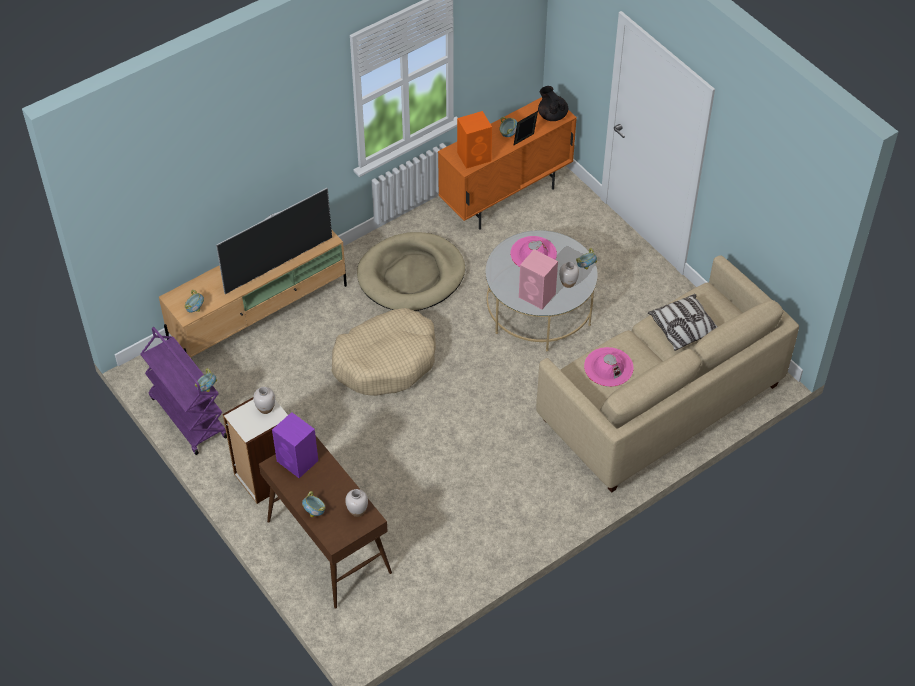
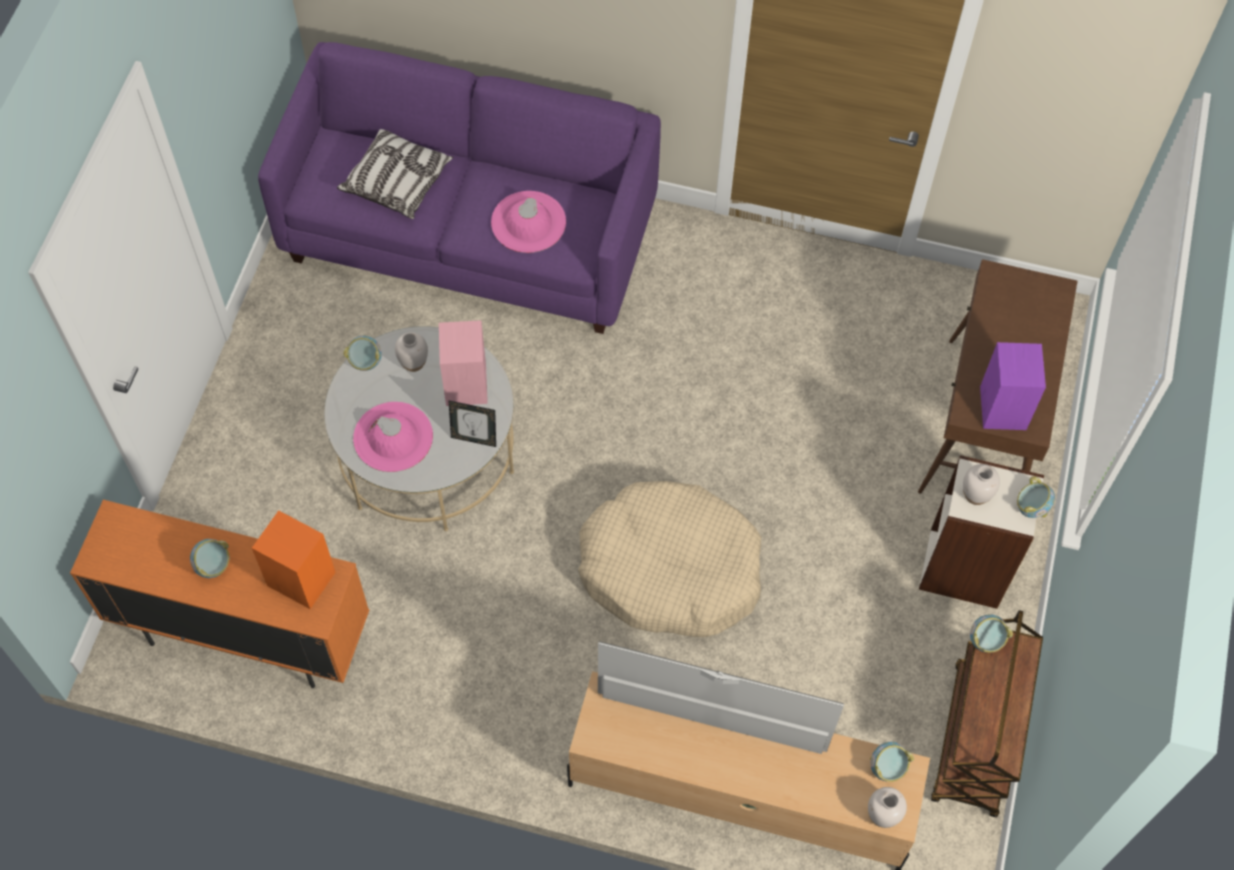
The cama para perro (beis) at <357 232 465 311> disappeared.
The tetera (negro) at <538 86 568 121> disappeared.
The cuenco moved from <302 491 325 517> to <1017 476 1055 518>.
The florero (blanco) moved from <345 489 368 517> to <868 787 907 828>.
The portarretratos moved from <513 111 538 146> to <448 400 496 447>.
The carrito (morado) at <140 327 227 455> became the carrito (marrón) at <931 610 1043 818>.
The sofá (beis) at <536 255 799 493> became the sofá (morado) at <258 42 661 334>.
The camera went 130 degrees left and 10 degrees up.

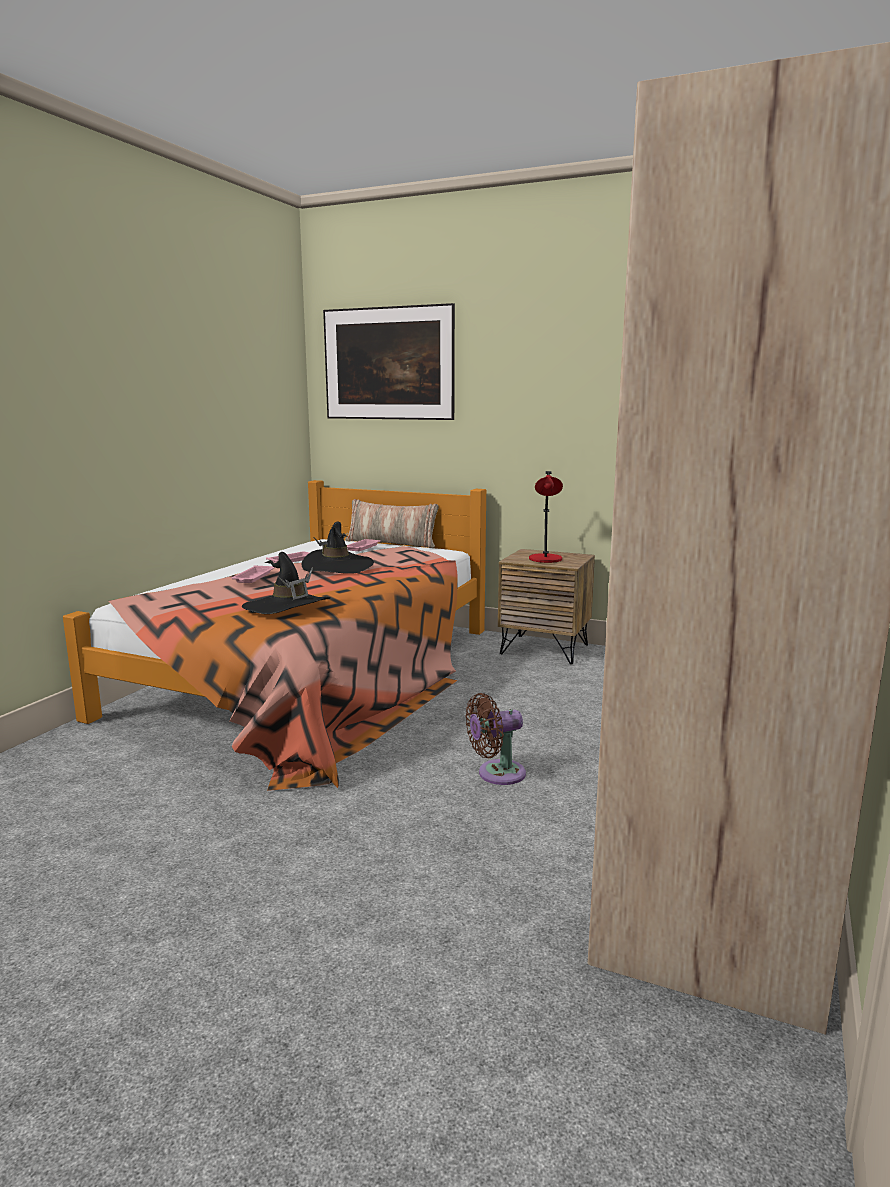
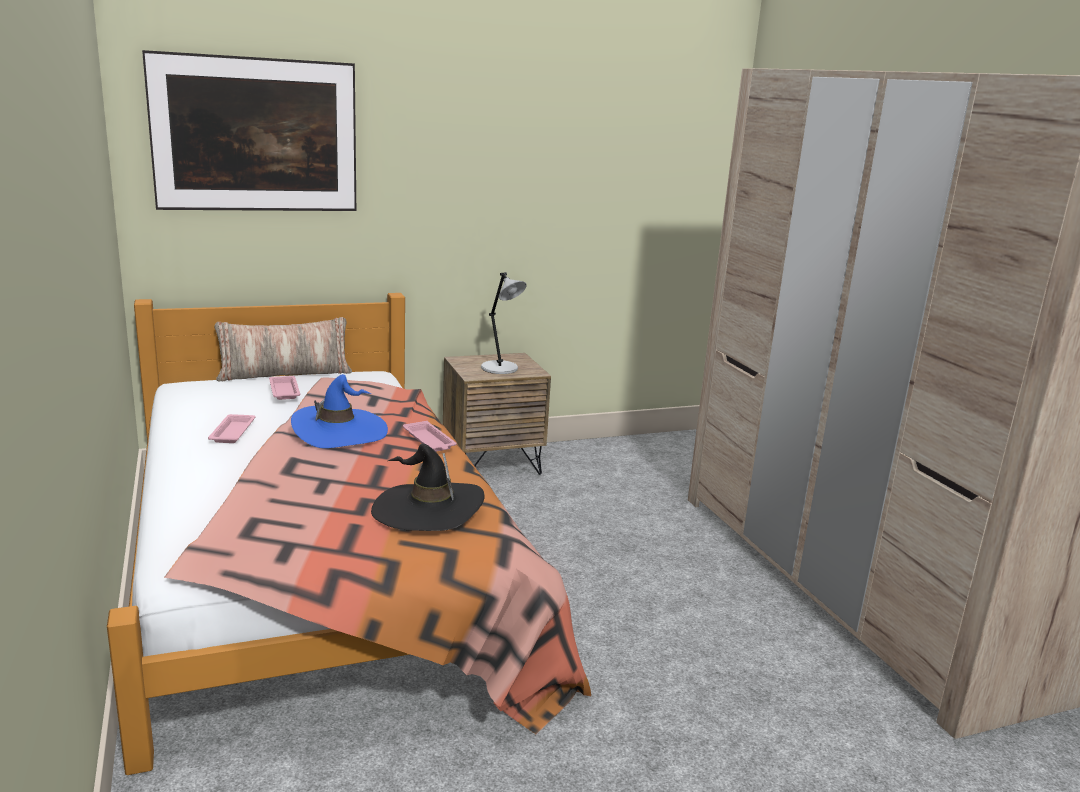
The ventilador (marrón) at <466 693 526 785> disappeared.
The bandeja (rosa) moved from <232 566 275 583> to <403 421 457 452>.
The sombrero (negro) at <301 521 374 574> became the sombrero (azul) at <291 374 388 448>.
The lámpara de mesa (rojo) at <529 471 563 563> became the lámpara de mesa (gris) at <481 272 527 374>.
The camera went 45 degrees left and 5 degrees up.

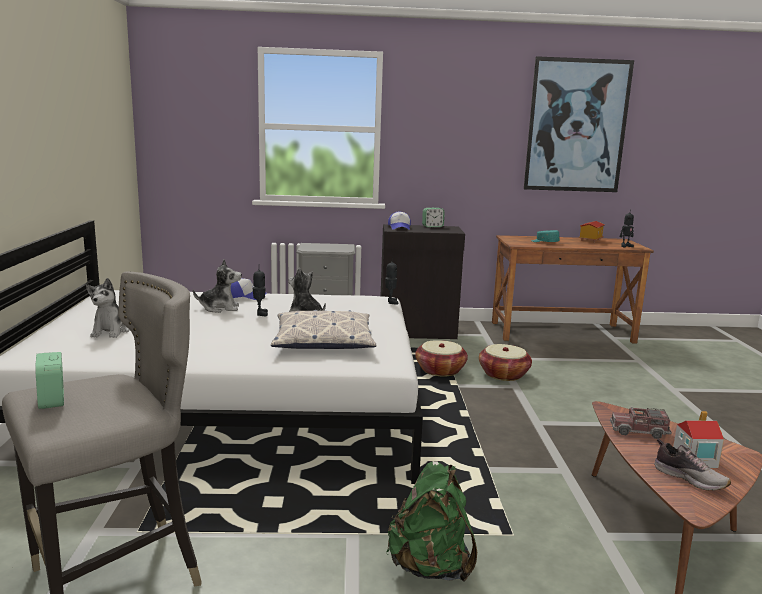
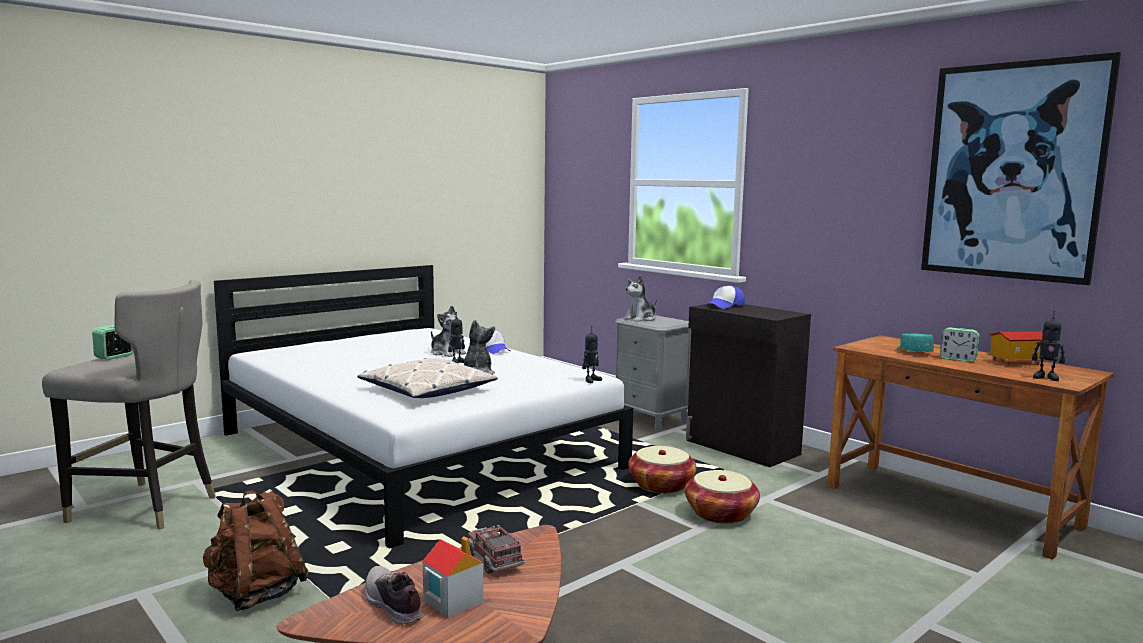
The peluche moved from <86 278 129 338> to <623 275 657 322>.
The despertador moved from <422 208 445 227> to <940 327 980 362>.
The mochila (verde) at <386 461 477 582> became the mochila (marrón) at <203 489 309 611>.
The zapato at <654 439 731 491> turned 135 degrees clockwise.
The camera went 50 degrees right and 5 degrees down.

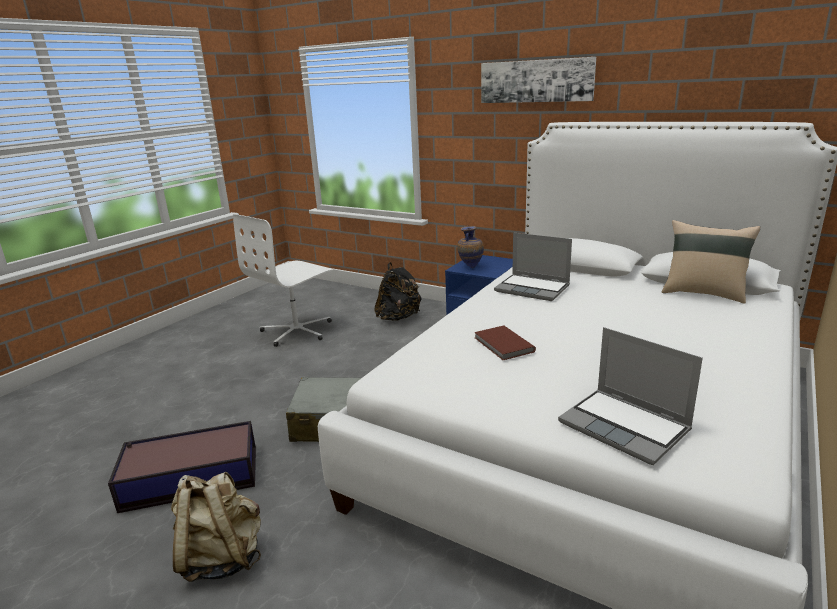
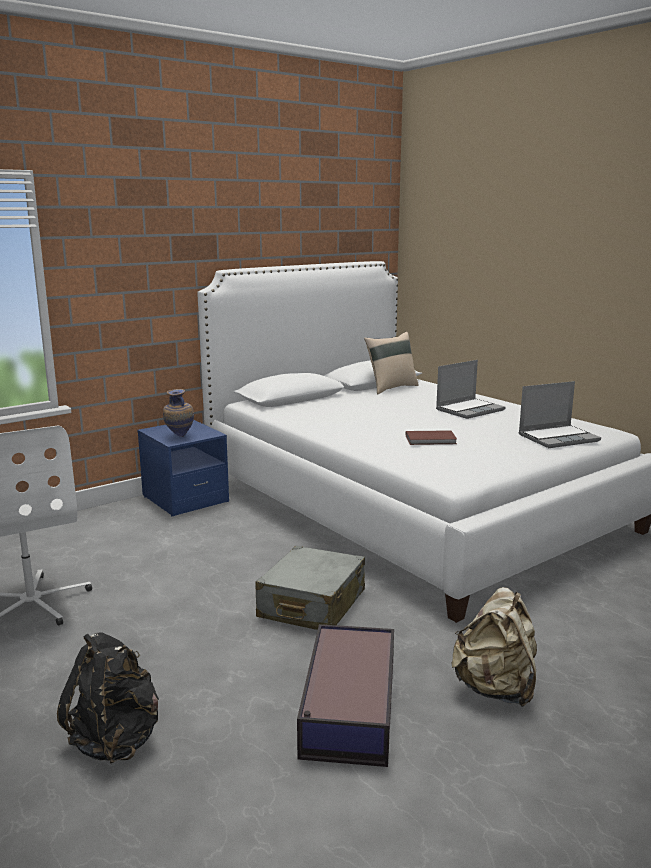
The cuadro at <481 57 596 103> disappeared.
The mochila (negro) moved from <374 262 422 321> to <57 632 159 764>.
The portátil moved from <494 233 572 301> to <436 360 505 419>.
The camera went 70 degrees left and 5 degrees down.

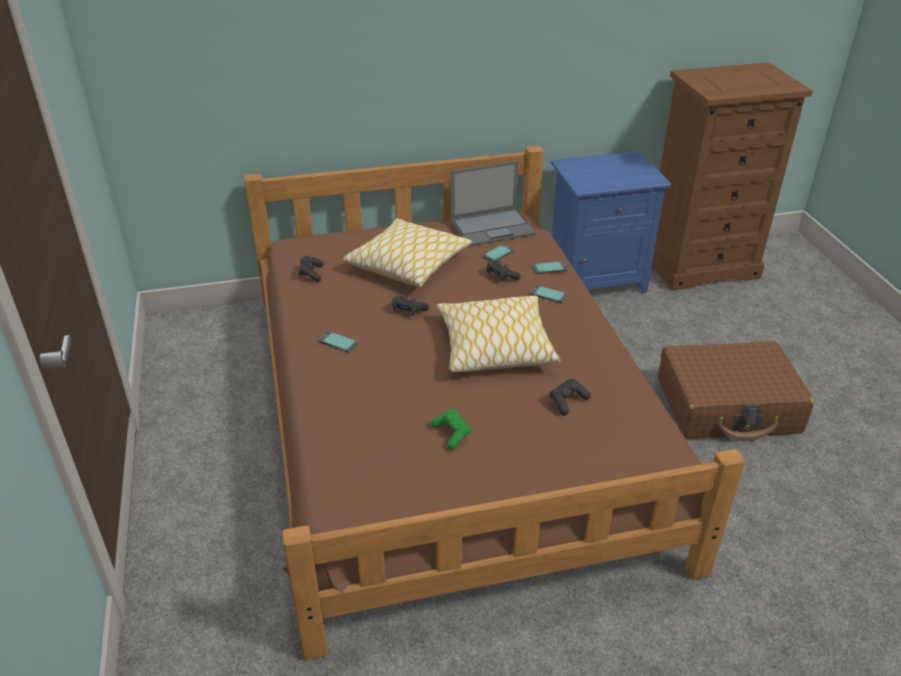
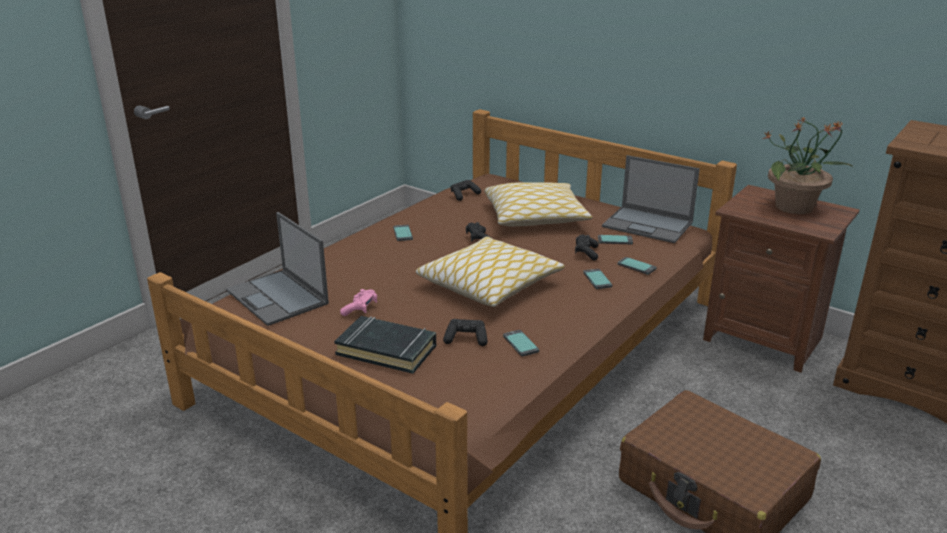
The portátil at <226 212 329 326> appeared.
The libro (negro) at <334 316 436 374> appeared.
The móvil at <503 330 539 356> appeared.
The planta en maceta at <762 117 853 214> appeared.
The mando de consola (verde) at <431 409 471 450> became the mando de consola (rosa) at <340 289 377 316>.
The mesita de noche (azul) at <551 151 672 293> became the mesita de noche (marrón) at <703 185 860 373>.
The camera went 50 degrees right and 10 degrees down.

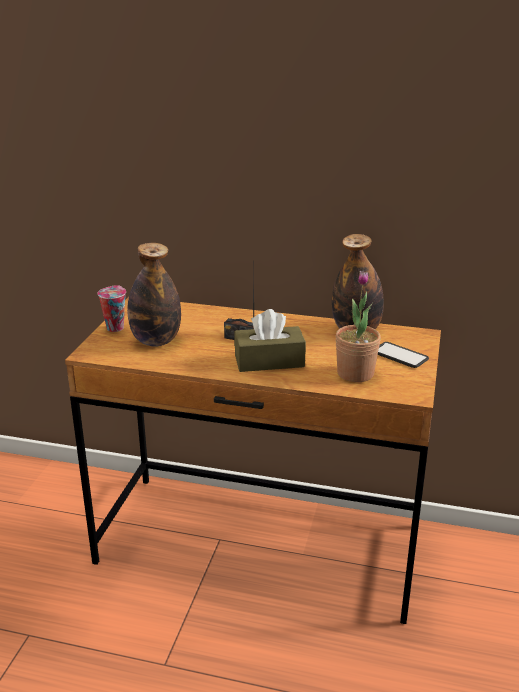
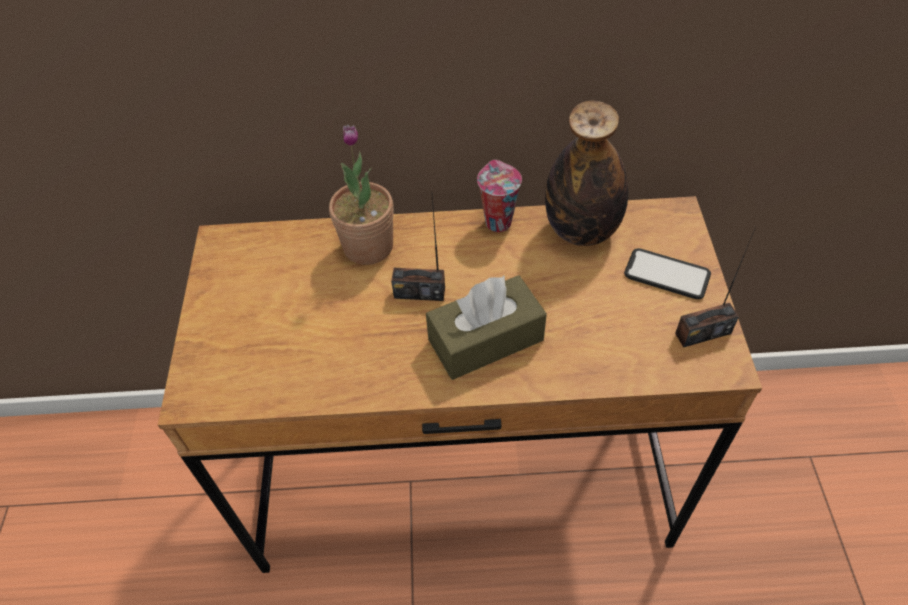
The botella at <127 243 181 347> disappeared.
The radio at <675 227 756 348> appeared.
The taza moved from <97 285 126 332> to <477 160 522 232>.
The planta en maceta moved from <335 270 381 382> to <329 125 394 265>.
The camera went 15 degrees left and 25 degrees up.

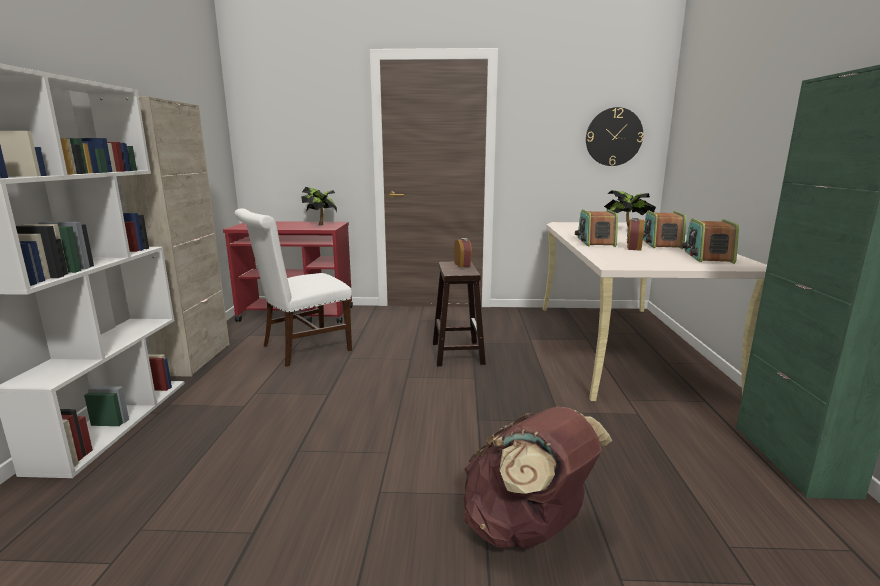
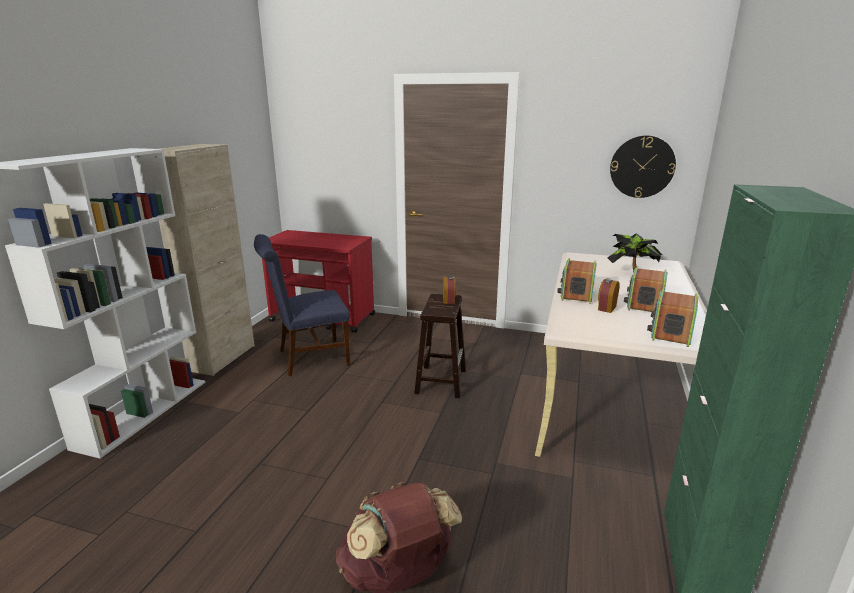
The planta en maceta at <301 187 337 225> disappeared.
The silla (blanco) at <234 208 352 367> became the silla (azul) at <254 234 350 376>.
The camera went 15 degrees right and 5 degrees up.

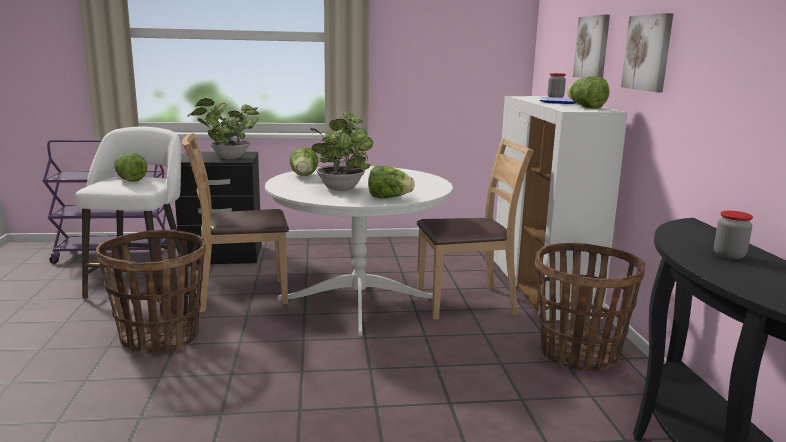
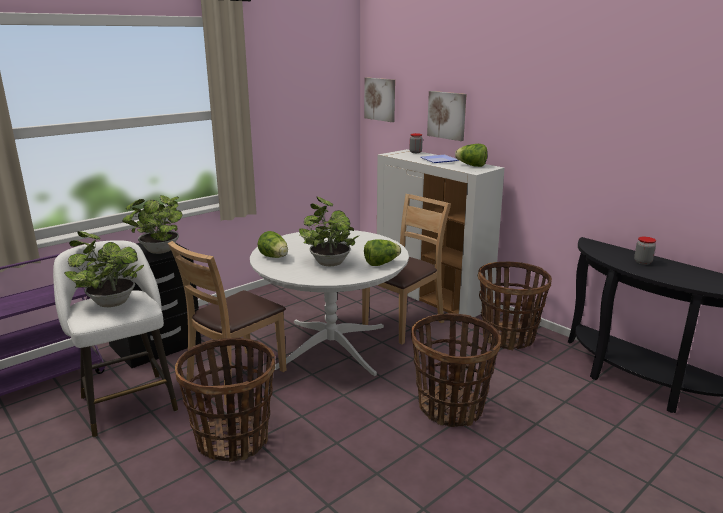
The cesta at <411 313 501 427> appeared.
The cuadro moved from <621 13 673 92> to <364 77 395 122>.
The lechuga at <114 153 147 182> was replaced by the planta en maceta at <64 231 144 307>.
The camera went 35 degrees left and 5 degrees up.

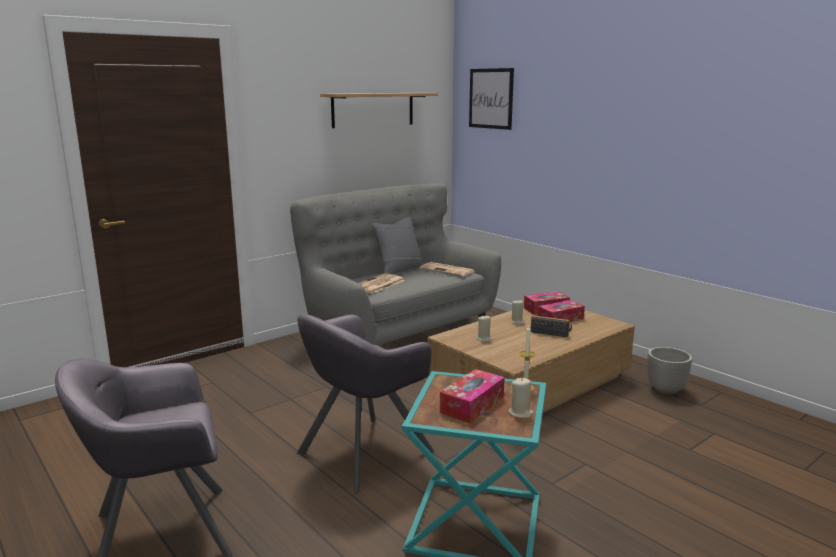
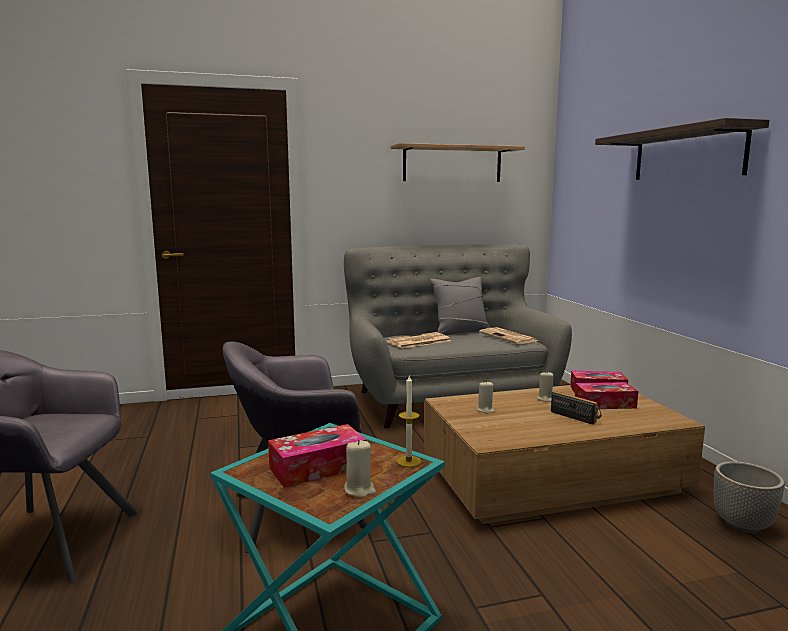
The cuadro at <469 68 514 130> disappeared.
The estante at <595 118 769 180> appeared.
The camera went 25 degrees right and 5 degrees down.

